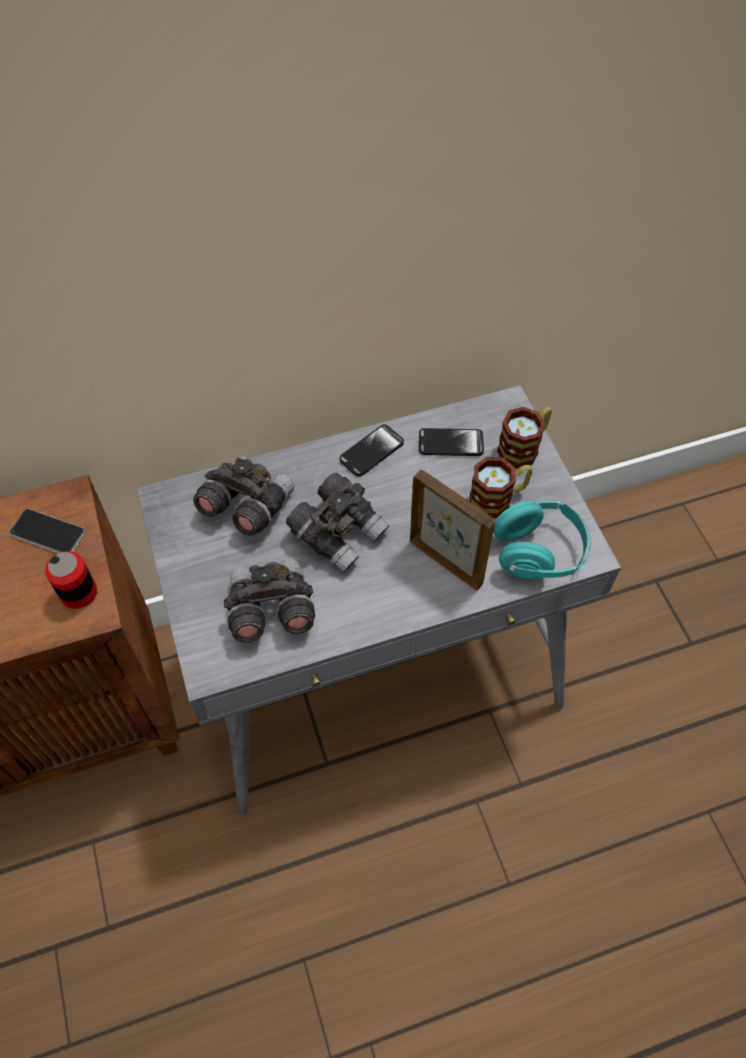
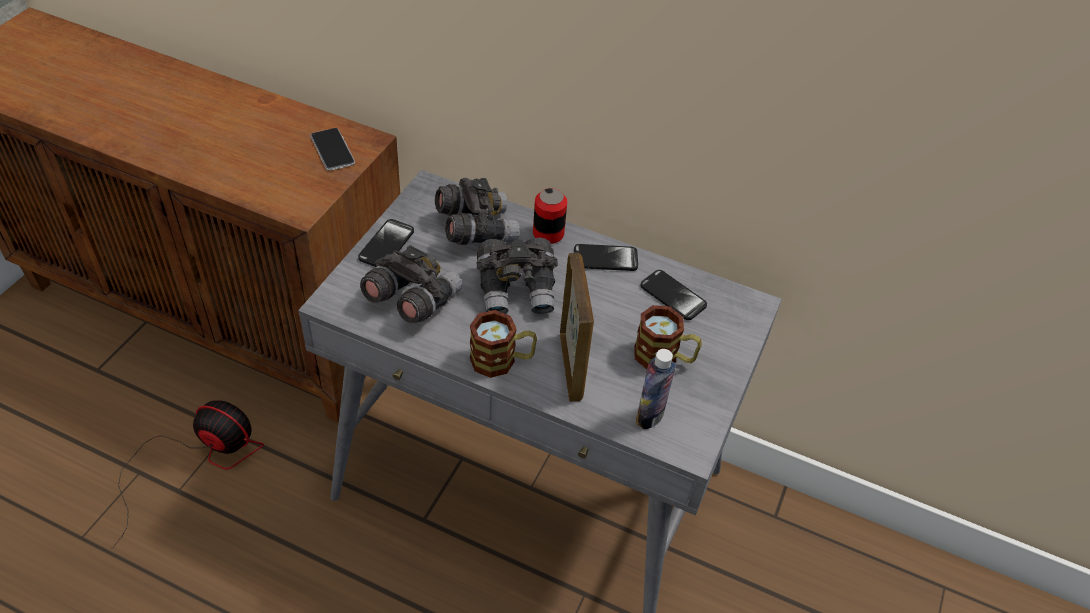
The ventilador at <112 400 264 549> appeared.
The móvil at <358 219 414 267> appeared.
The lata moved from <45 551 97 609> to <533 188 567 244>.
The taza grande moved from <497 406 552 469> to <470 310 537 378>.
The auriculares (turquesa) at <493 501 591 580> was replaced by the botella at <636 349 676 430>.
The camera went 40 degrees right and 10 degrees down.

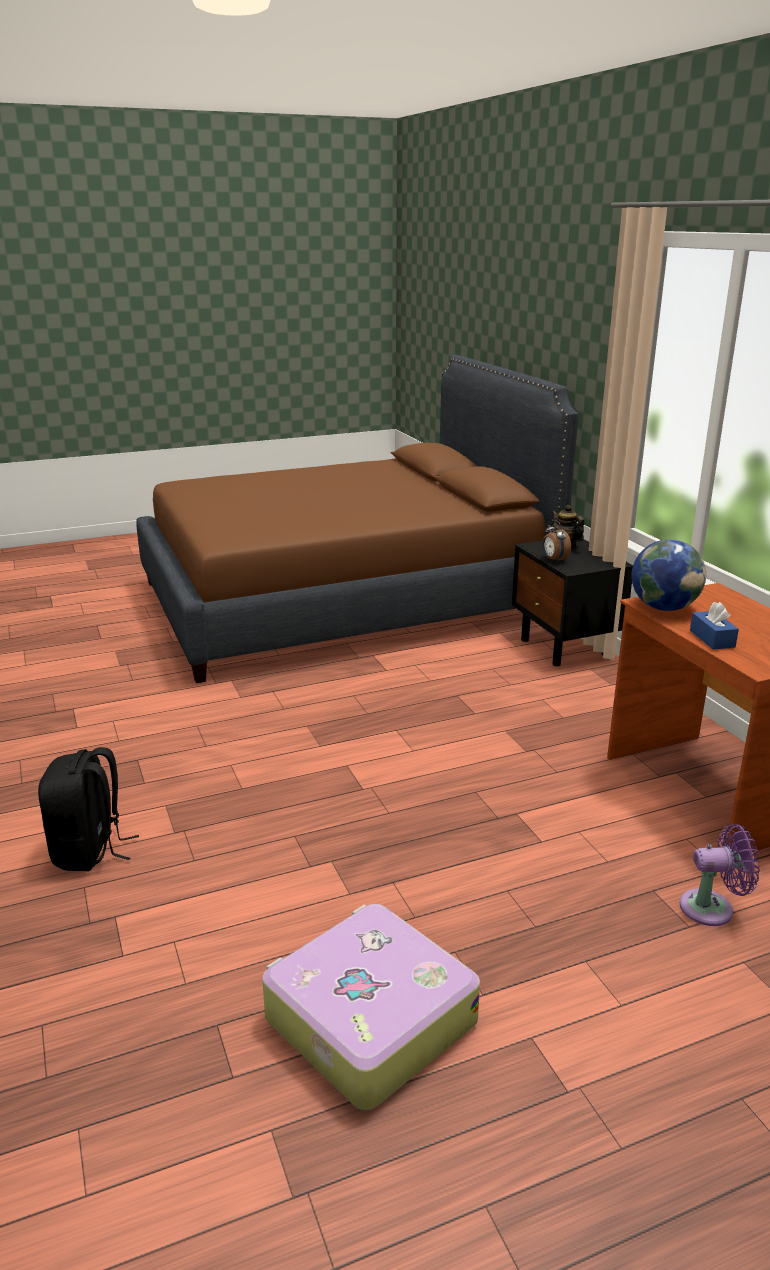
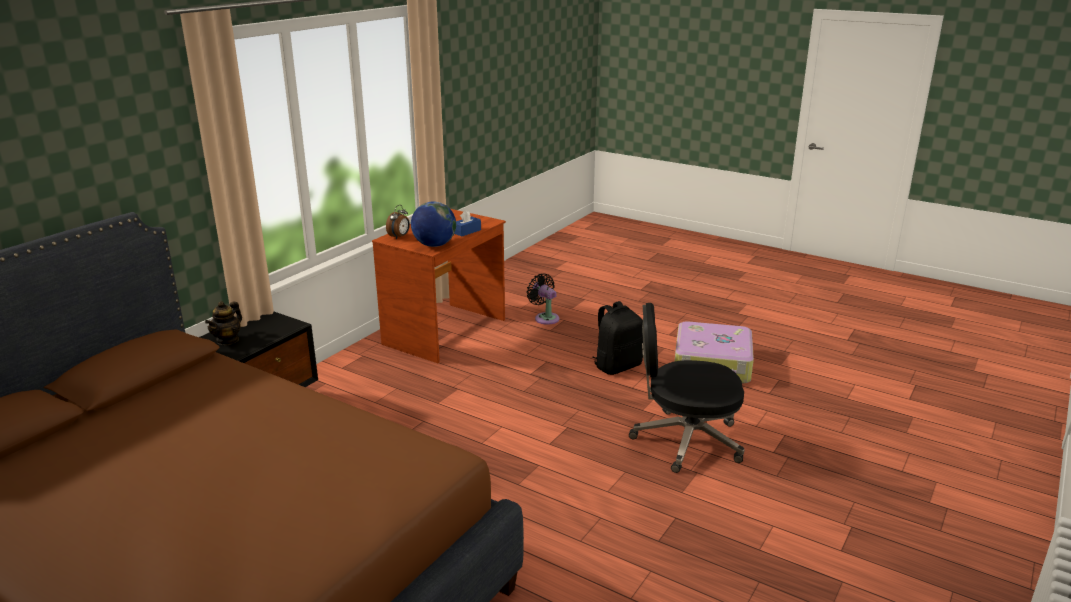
The silla de oficina (negro) at <629 303 744 473> appeared.
The mochila (negro) moved from <38 747 139 871> to <592 301 643 375>.
The despertador moved from <543 520 571 563> to <386 205 410 239>.
The ventilador (morado) at <680 824 760 926> became the ventilador (negro) at <527 274 559 325>.
The camera went 125 degrees left and 0 degrees up.

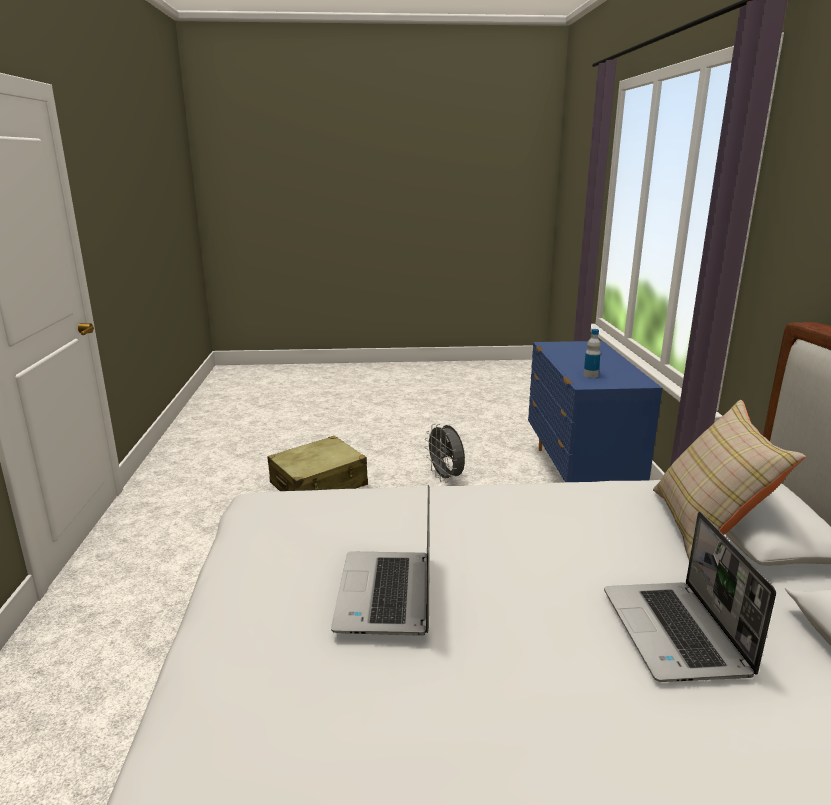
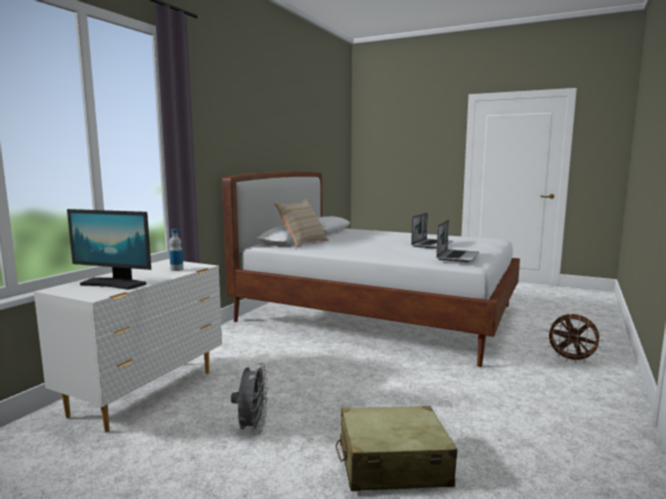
The monitor at <67 209 151 290> appeared.
The ventilador (marrón) at <545 313 603 363> appeared.
The portátil moved from <604 511 776 682> to <437 220 479 262>.
The cómoda (azul) at <528 341 662 482> became the cómoda (blanco) at <34 259 222 432>.
The camera went 150 degrees left and 10 degrees down.

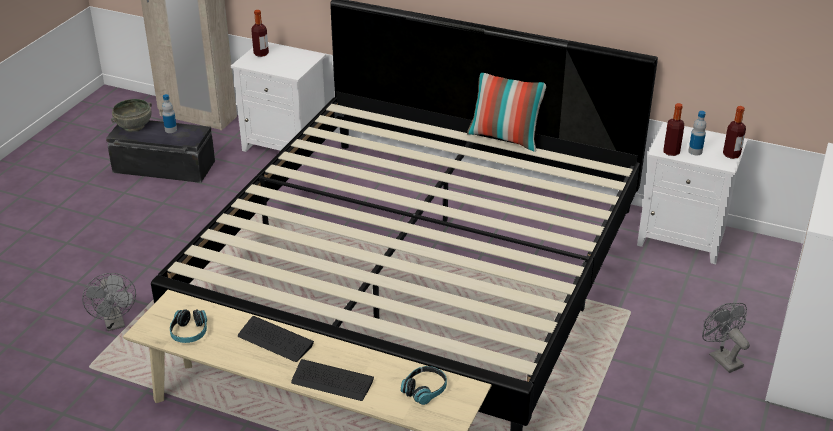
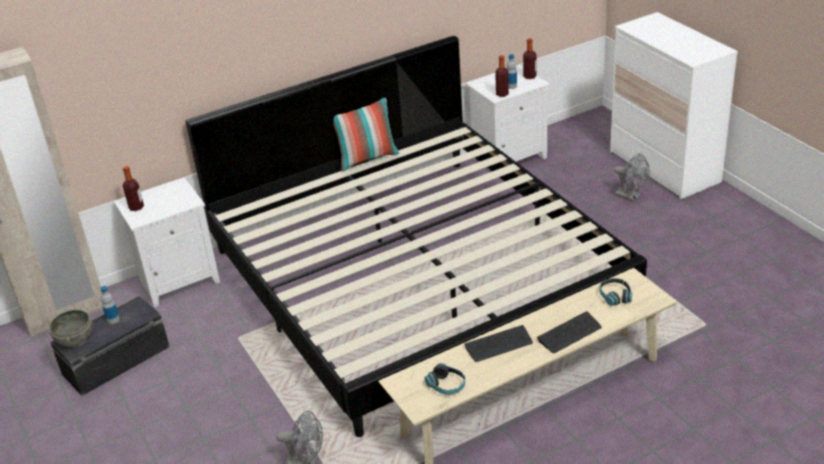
The ventilador (gris) at <702 303 750 373> turned 150 degrees counterclockwise.
The camera went 50 degrees left and 0 degrees up.

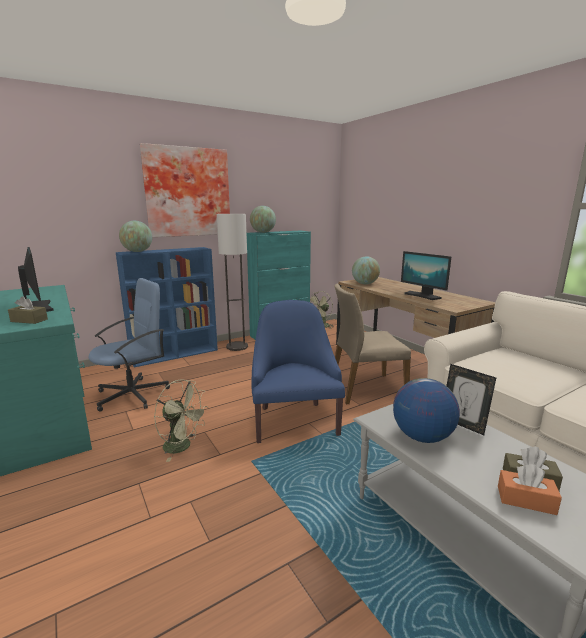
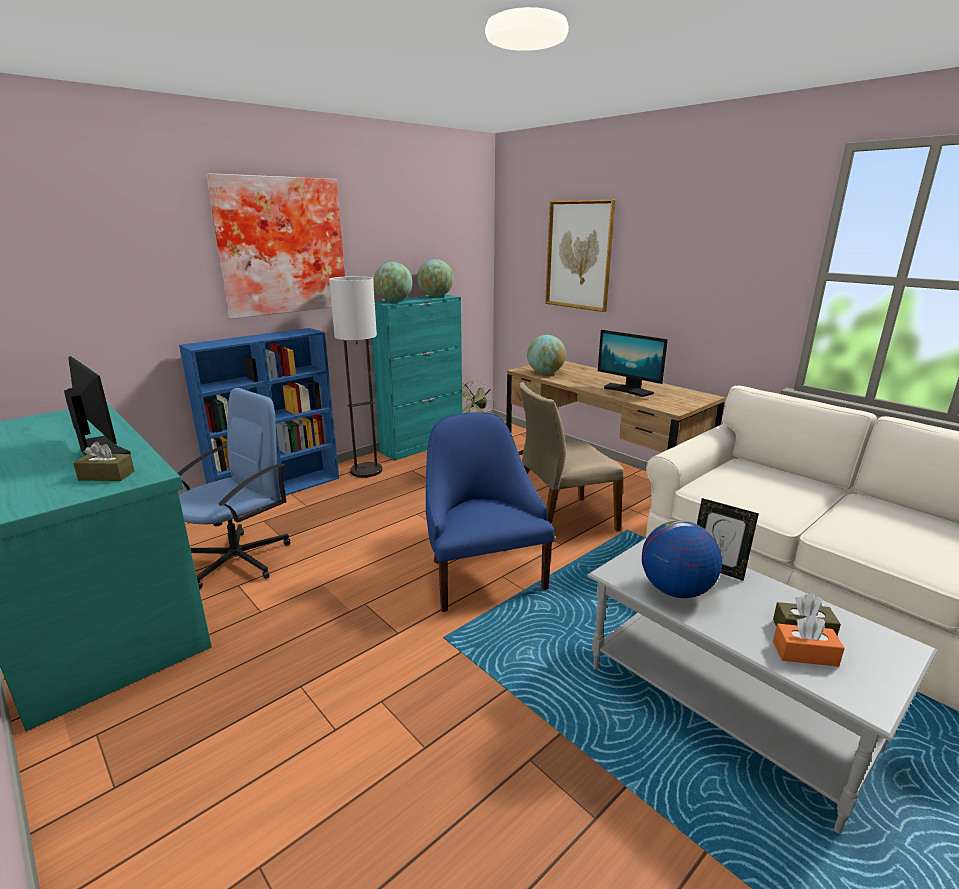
The ventilador (verde) at <154 379 209 462> disappeared.
The cuadro at <545 200 615 312> appeared.
The globo terráqueo moved from <119 221 152 252> to <417 259 454 297>.
The camera went 10 degrees left and 5 degrees up.

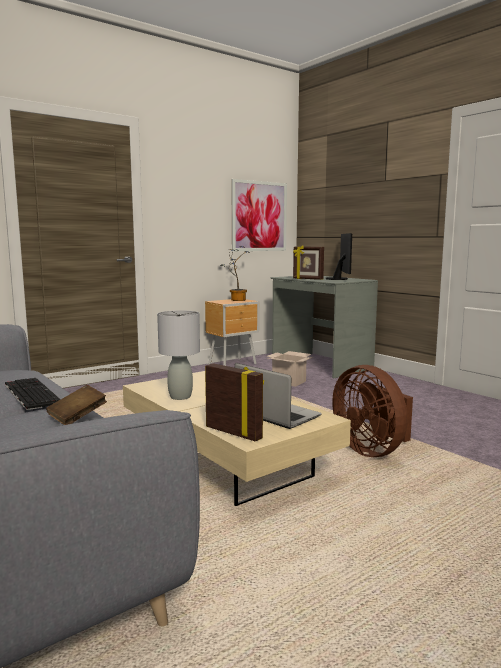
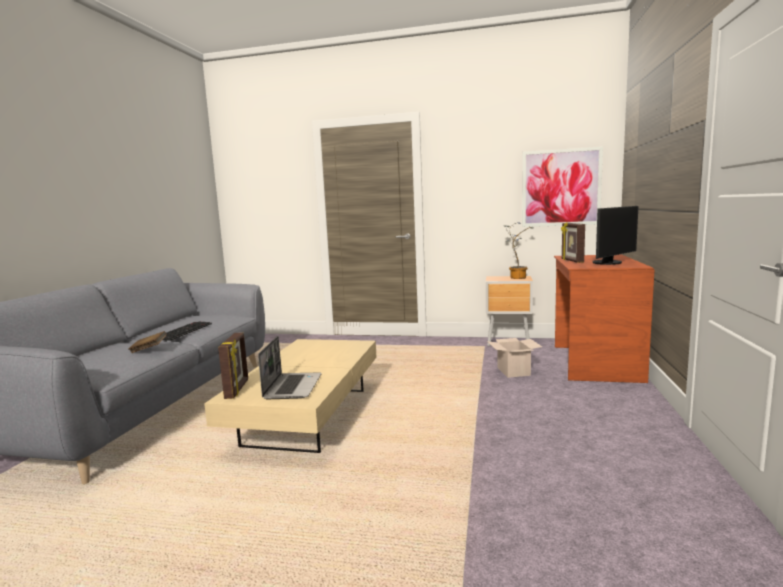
The lámpara de mesa (gris) at <157 310 200 400> disappeared.
The ventilador (marrón) at <332 365 413 457> disappeared.
The escritorio (gris) at <271 276 378 378> became the escritorio (marrón) at <554 254 655 383>.
The camera went 50 degrees right and 0 degrees up.

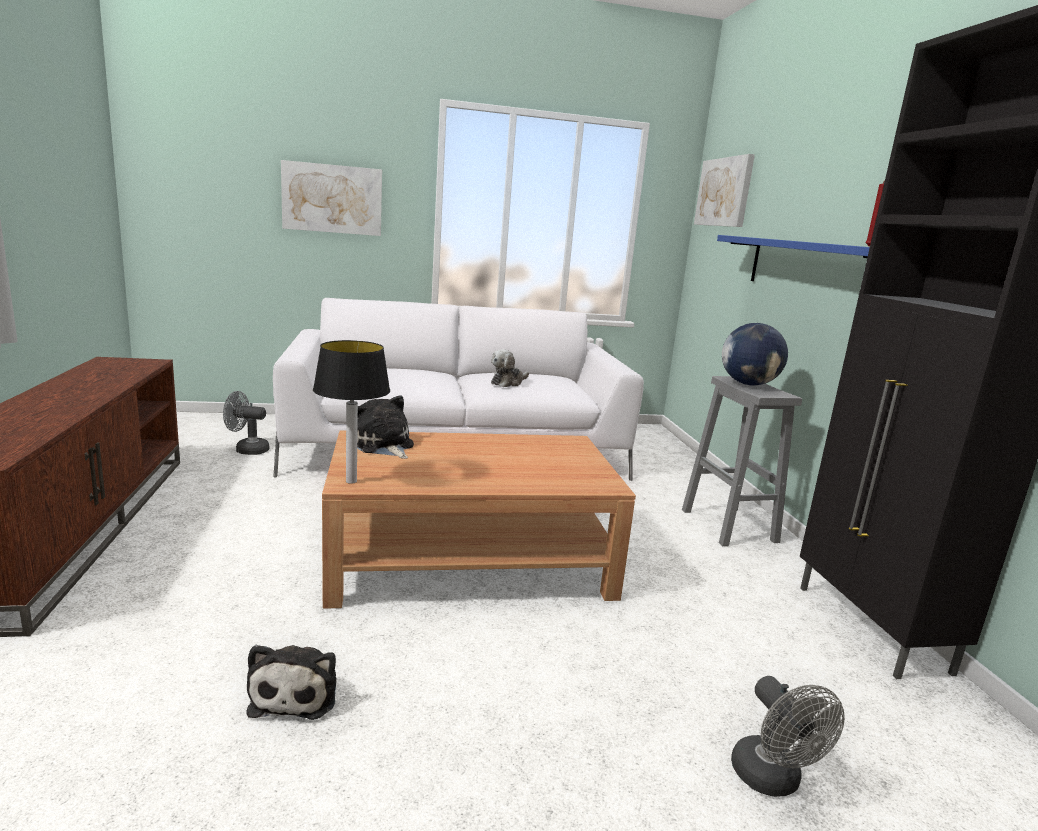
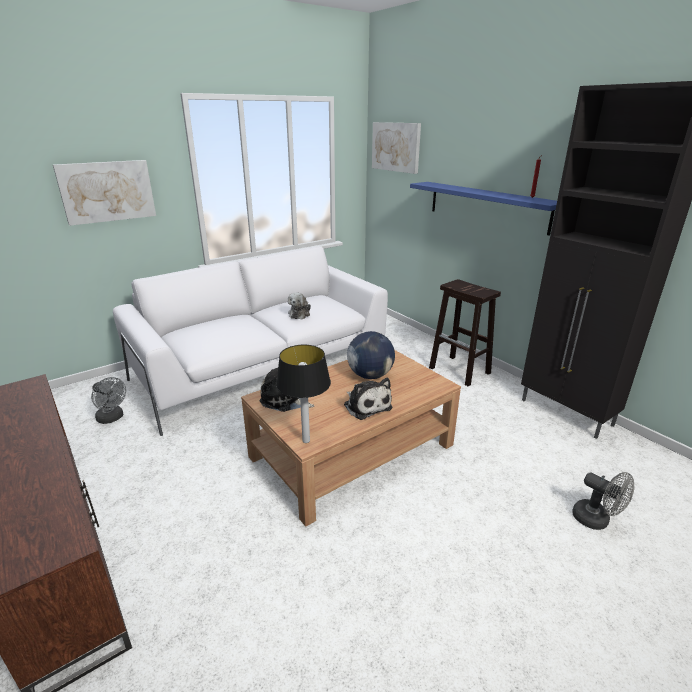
The peluche moved from <246 645 337 720> to <344 378 392 420>.
The globo terráqueo moved from <722 323 788 385> to <347 331 395 379>.
The taburete (gris) at <682 376 802 546> became the taburete (marrón) at <429 279 501 386>.
The ventilador (gris) at <223 391 269 455> turned 120 degrees counterclockwise.
The camera went 25 degrees left and 10 degrees up.

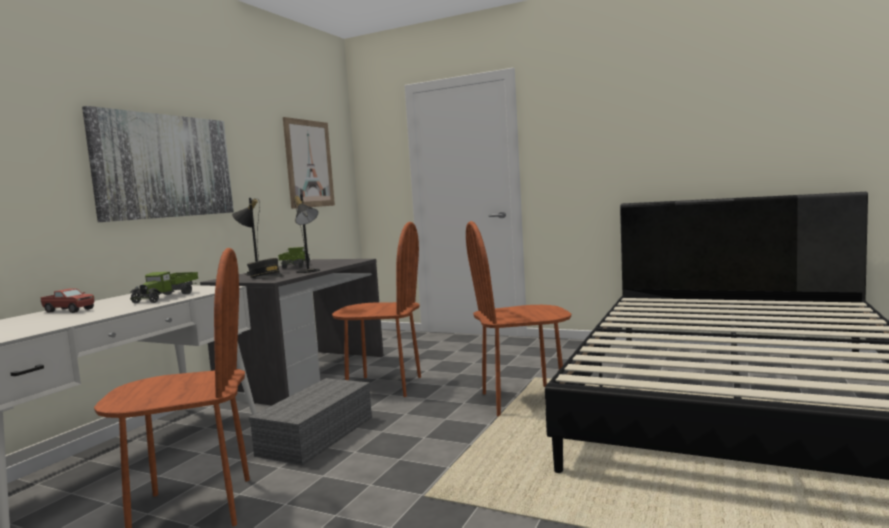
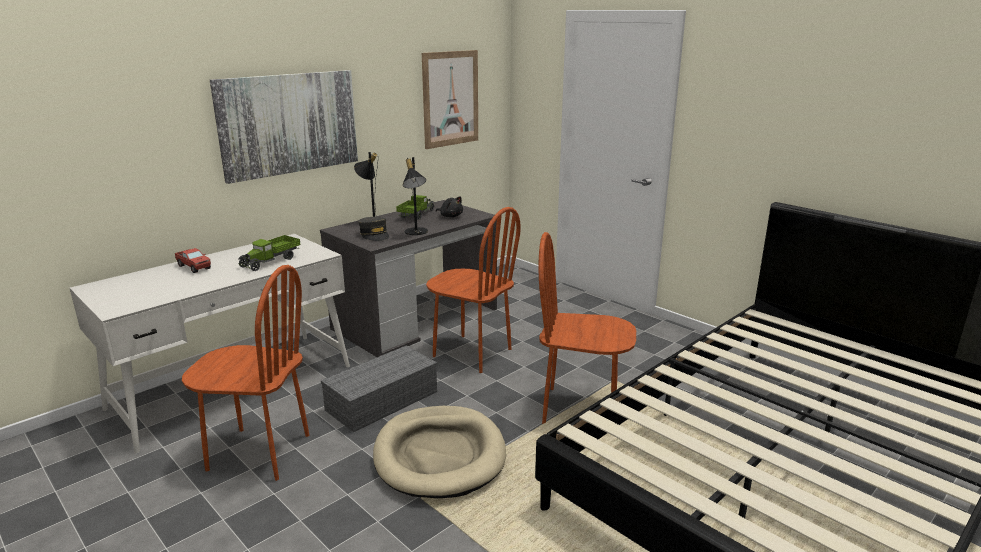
The cama para perro (beis) at <373 406 506 498> appeared.
The peluche (negro) at <436 196 463 217> appeared.
The camera went 20 degrees right and 15 degrees up.

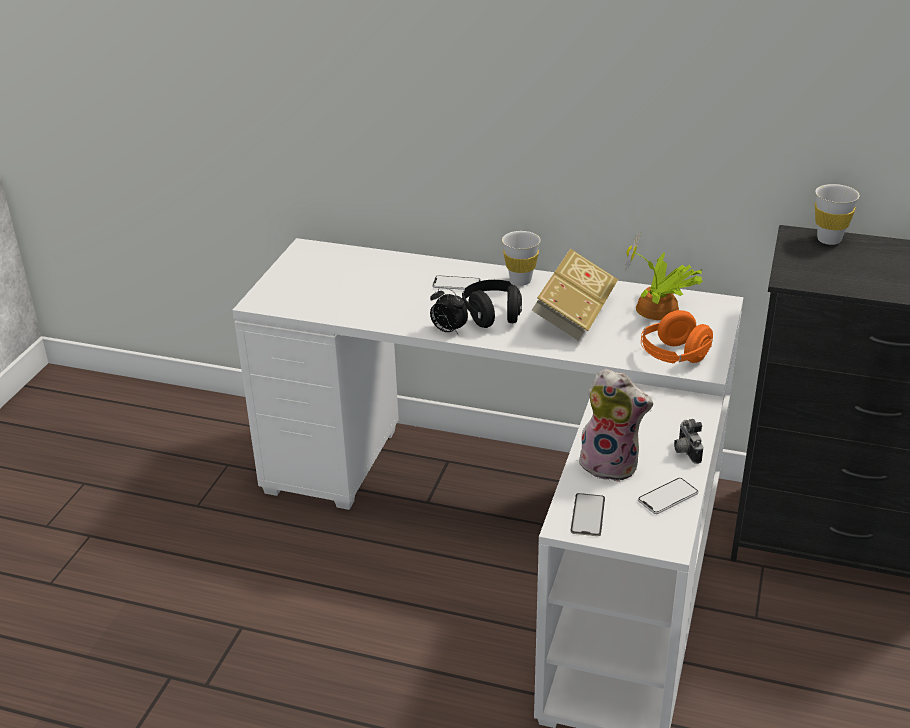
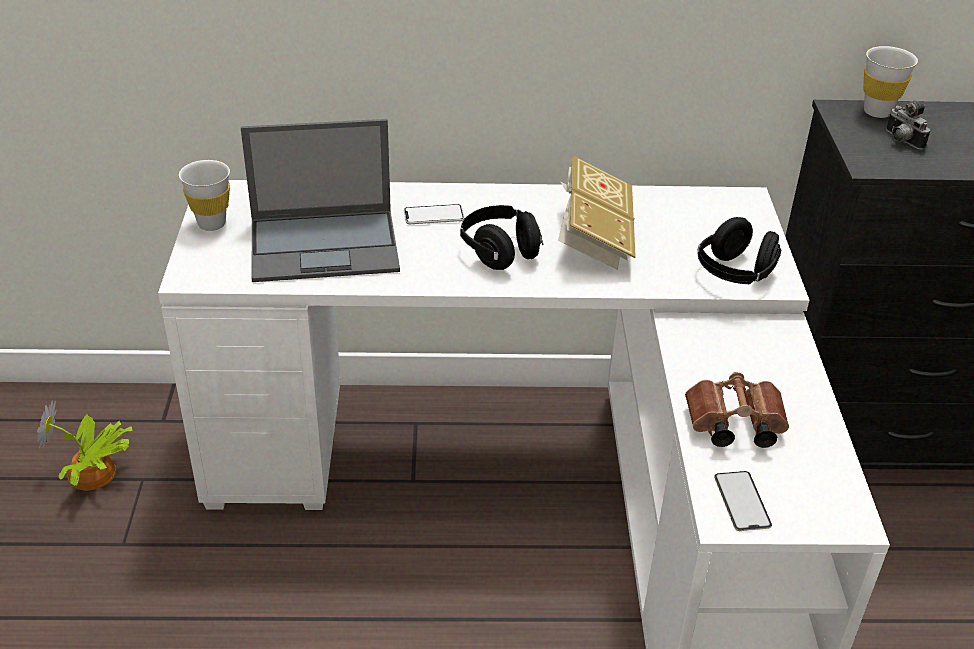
The despertador at <430 287 468 335> disappeared.
The móvil at <638 478 699 514> disappeared.
The portátil at <241 119 400 282> appeared.
The taza (blanco) moved from <502 231 541 286> to <179 160 230 231>.
The planta en maceta moved from <624 232 703 320> to <37 400 132 490>.
The cámara moved from <674 419 703 464> to <886 101 930 150>.
The peluche at <579 369 653 482> was replaced by the prismáticos (marrón) at <685 372 789 448>.
The auriculares (naranja) at <641 310 713 363> became the auriculares (negro) at <697 217 781 284>.
The camera went 20 degrees left and 5 degrees up.

